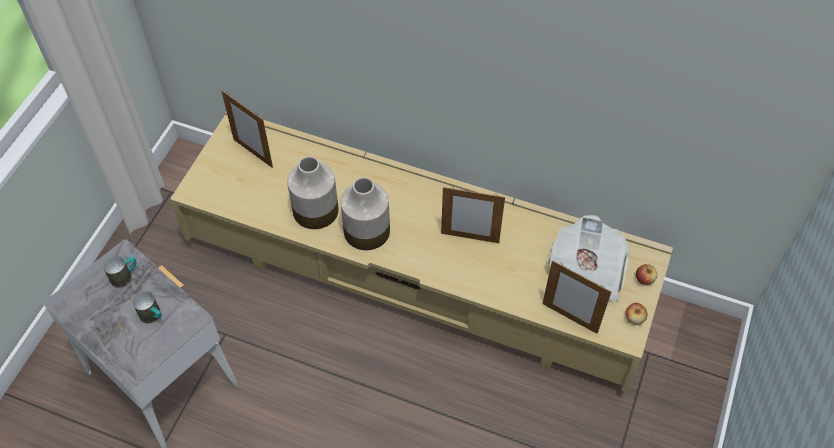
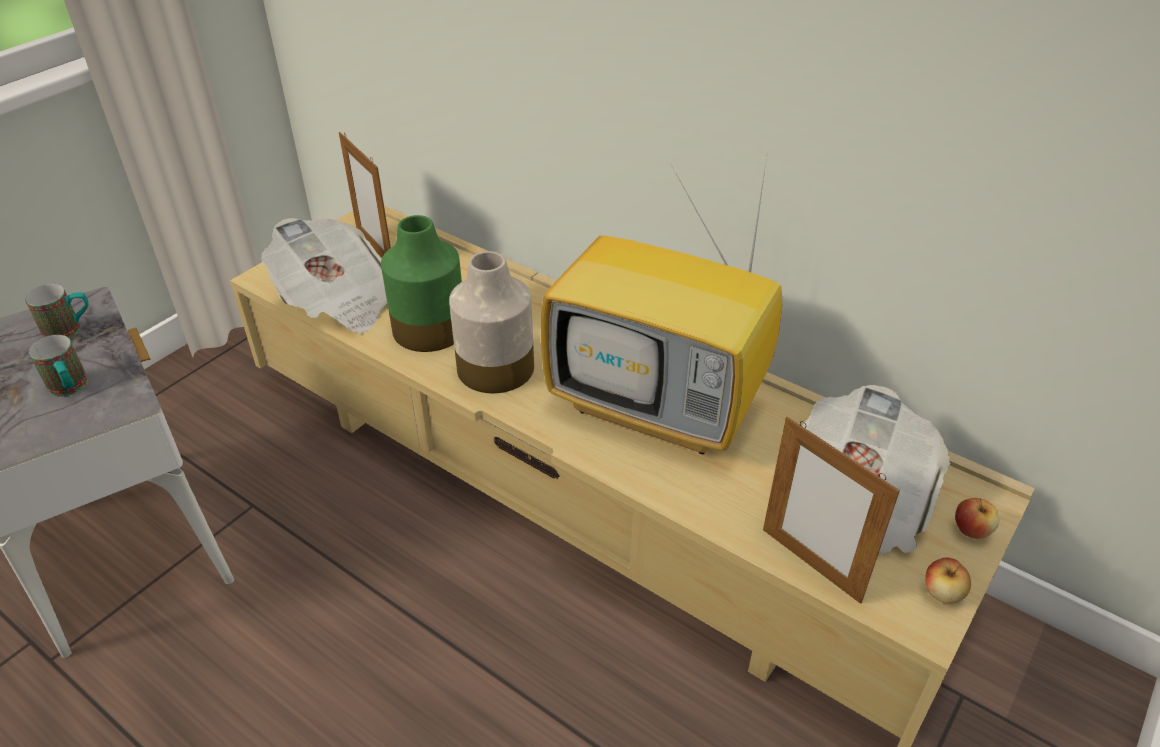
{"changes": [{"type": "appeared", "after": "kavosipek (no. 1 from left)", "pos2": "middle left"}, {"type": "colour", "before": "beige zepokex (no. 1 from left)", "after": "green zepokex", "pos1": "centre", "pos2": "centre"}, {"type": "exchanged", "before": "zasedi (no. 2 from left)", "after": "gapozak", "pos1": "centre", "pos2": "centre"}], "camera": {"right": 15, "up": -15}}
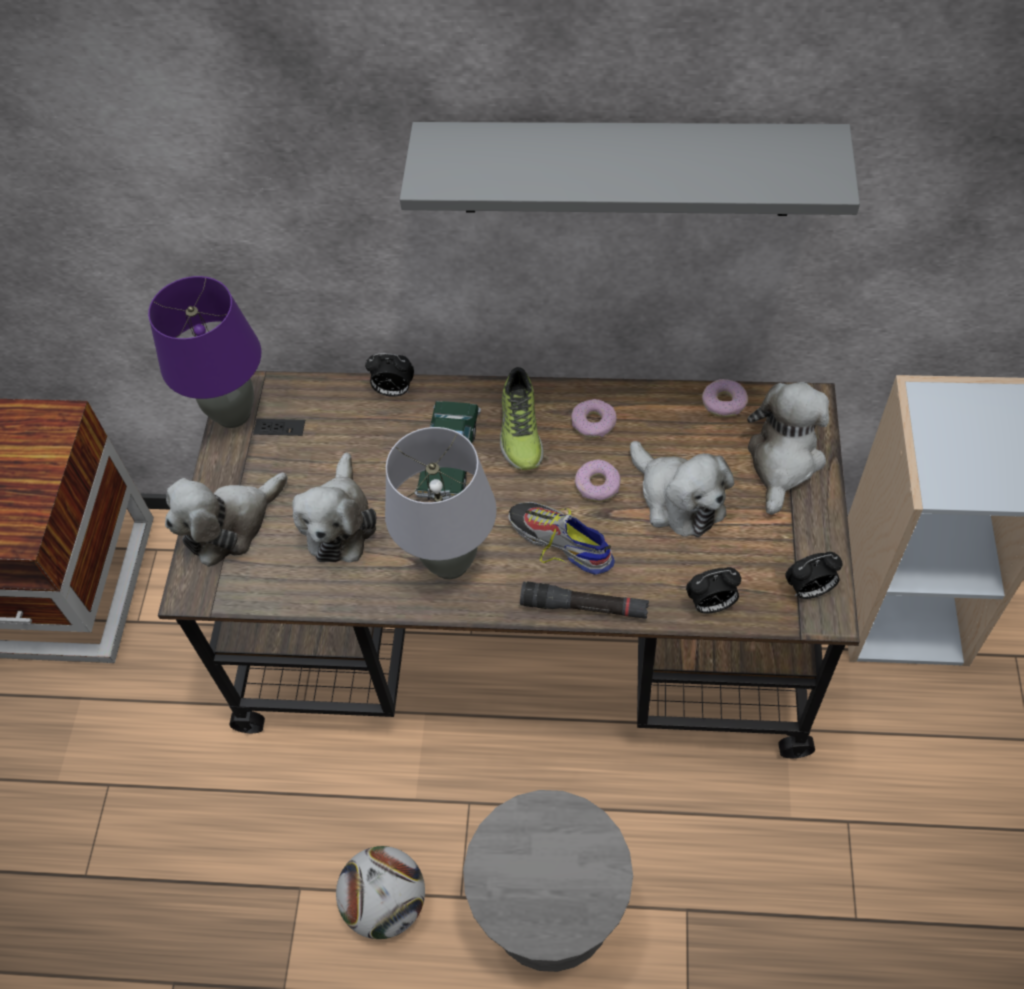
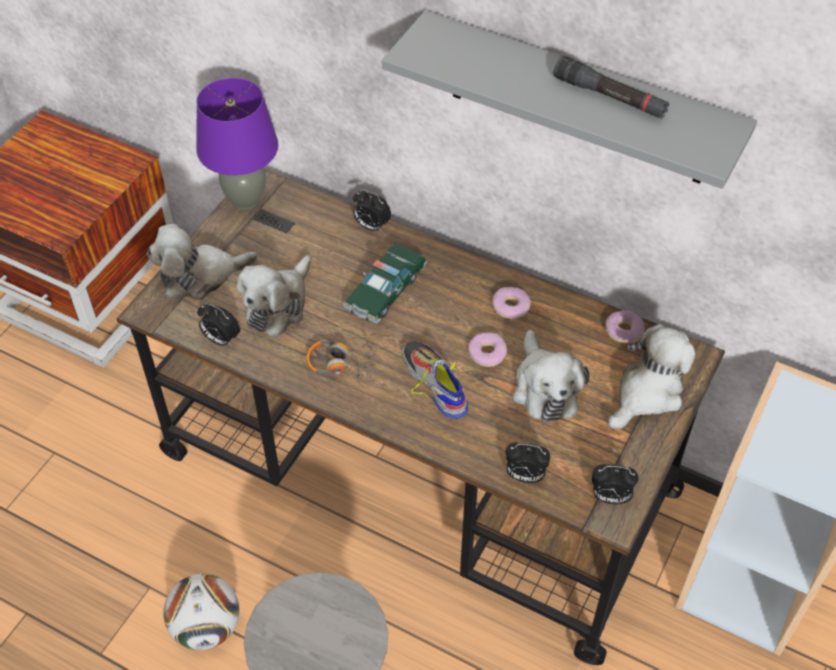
{"changes": [{"type": "appeared", "after": "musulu (no. 1 from left)", "pos2": "middle left"}, {"type": "exchanged", "before": "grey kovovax", "after": "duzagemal", "pos1": "centre", "pos2": "centre"}, {"type": "relocated", "before": "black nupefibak", "pos1": "centre", "pos2": "top right"}, {"type": "missing", "before": "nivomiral (no. 1 from left)", "pos1": "centre"}], "camera": {"right": 20, "up": -5}}
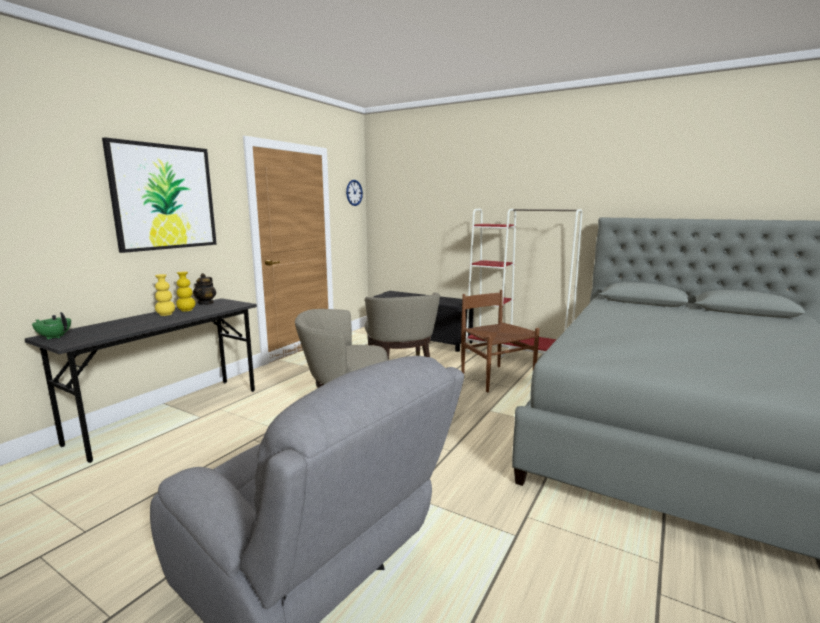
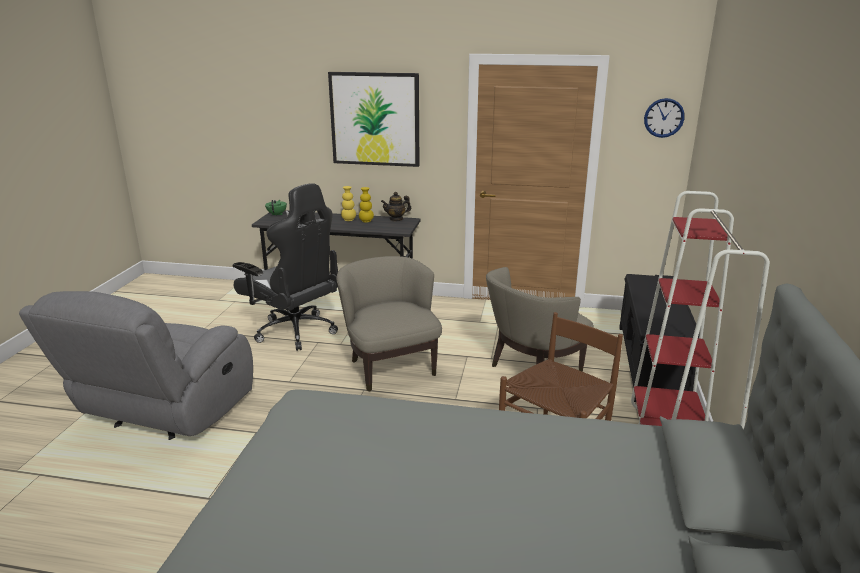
{"changes": [{"type": "appeared", "after": "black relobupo", "pos2": "middle left"}], "camera": {"right": 70, "up": 10}}
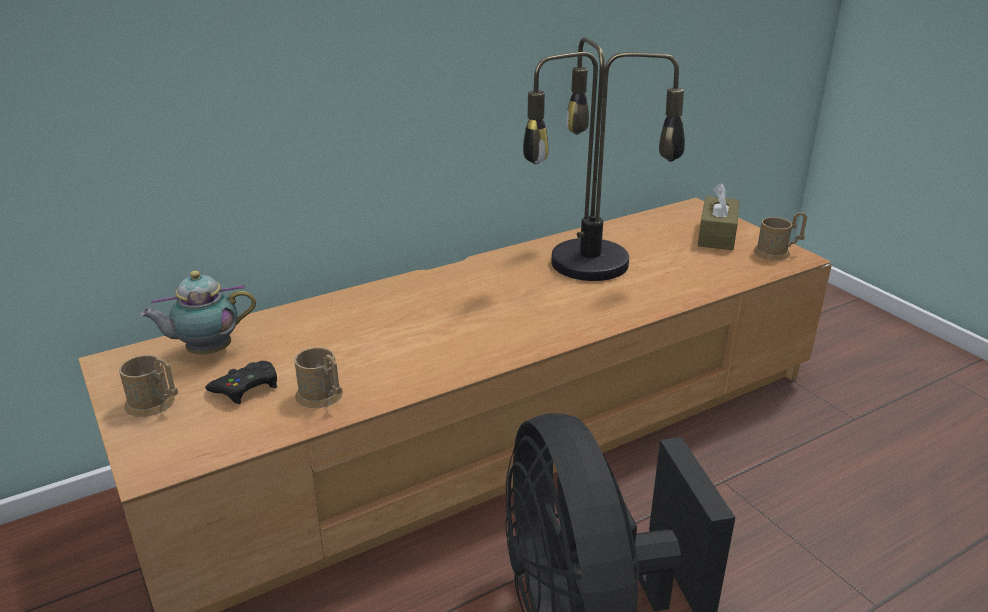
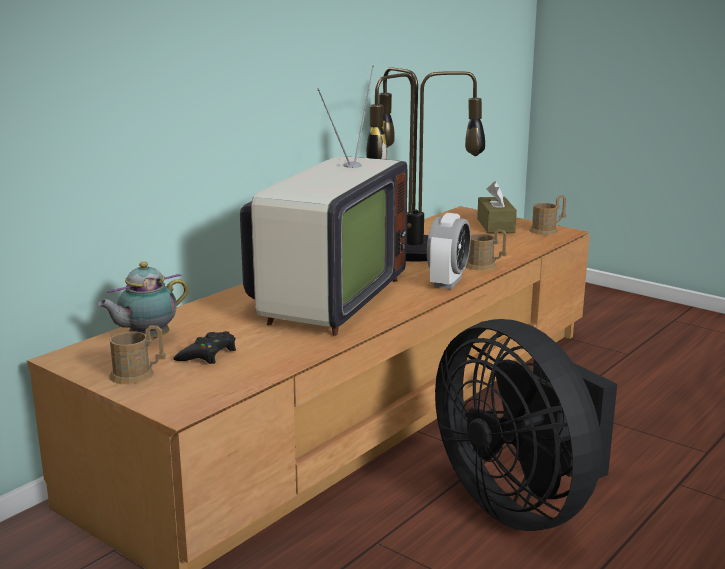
{"changes": [{"type": "appeared", "after": "gapozak", "pos2": "centre"}, {"type": "appeared", "after": "musulu", "pos2": "centre"}, {"type": "relocated", "before": "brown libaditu (no. 2 from left)", "pos1": "middle left", "pos2": "middle right"}], "camera": {"right": -20, "up": -10}}
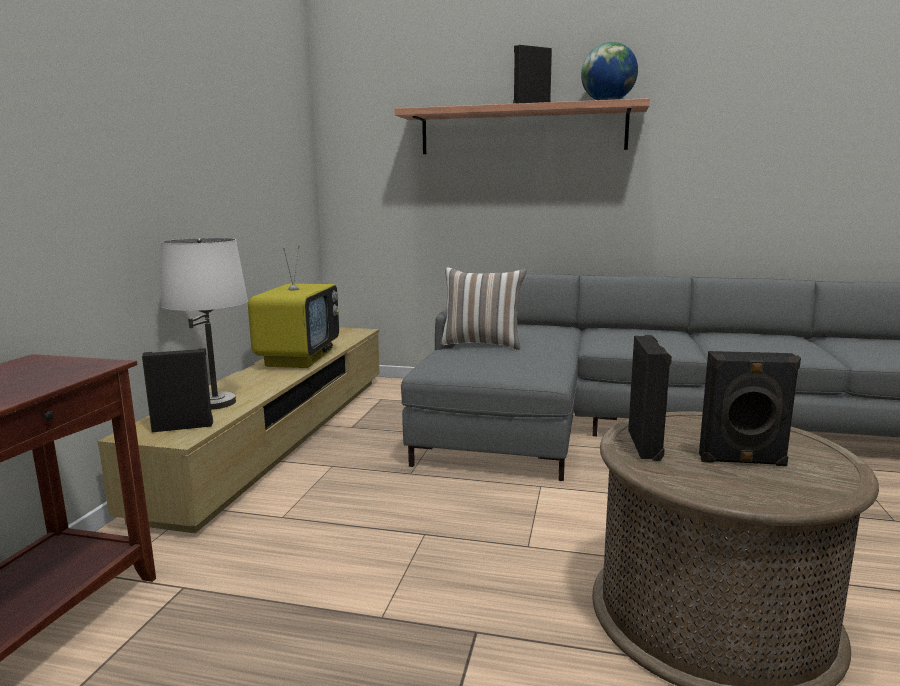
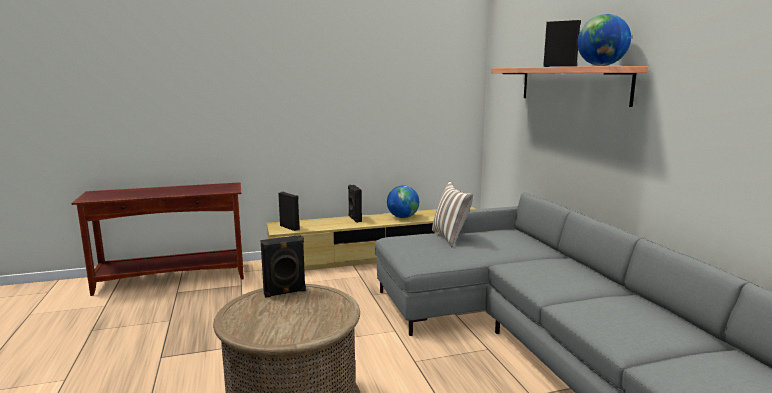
{"changes": [{"type": "relocated", "before": "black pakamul (no. 4 from left in the first image)", "after": "black pakamul (no. 3 from left)", "pos1": "middle right", "pos2": "centre"}, {"type": "exchanged", "before": "gapozak", "after": "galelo (no. 1 from left)", "pos1": "middle left", "pos2": "centre"}, {"type": "missing", "before": "white kovovax", "pos1": "middle left"}], "camera": {"right": 60, "up": 0}}
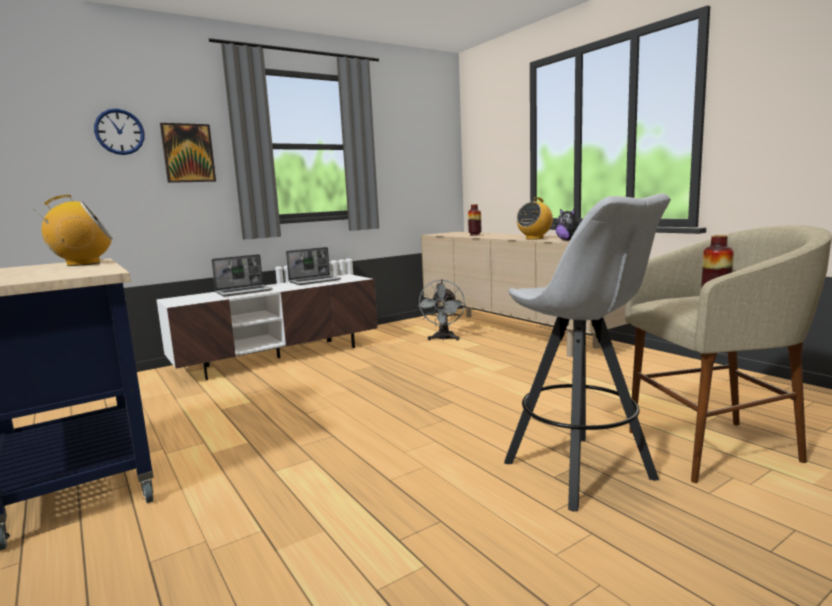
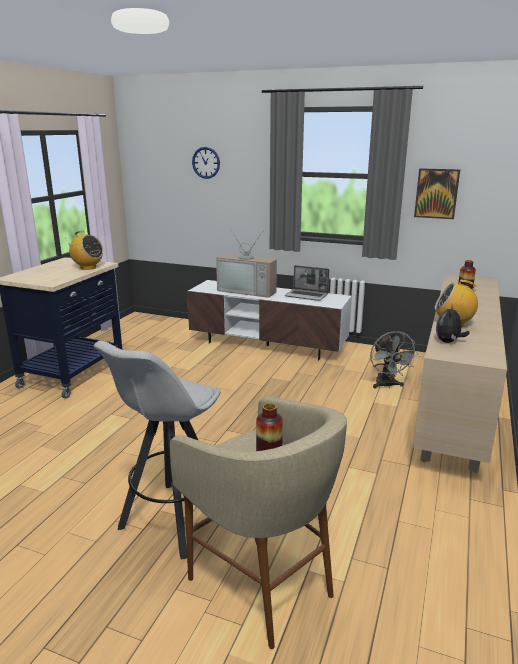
{"changes": [{"type": "exchanged", "before": "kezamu (no. 1 from left)", "after": "gapozak", "pos1": "middle left", "pos2": "centre"}, {"type": "spun", "before": "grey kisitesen", "pos1": "centre", "pos2": "middle right", "turn": -75}, {"type": "relocated", "before": "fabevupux", "pos1": "top left", "pos2": "top right"}], "camera": {"right": 55, "up": 10}}
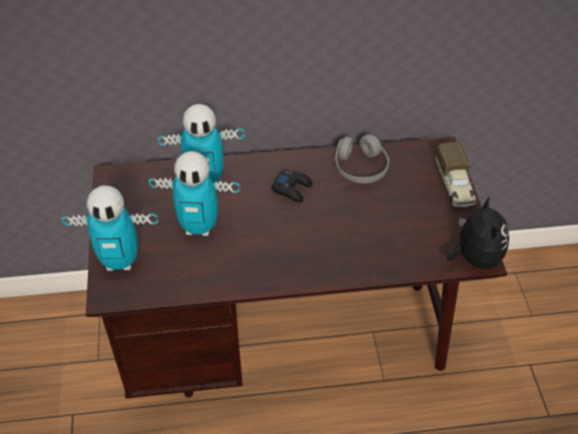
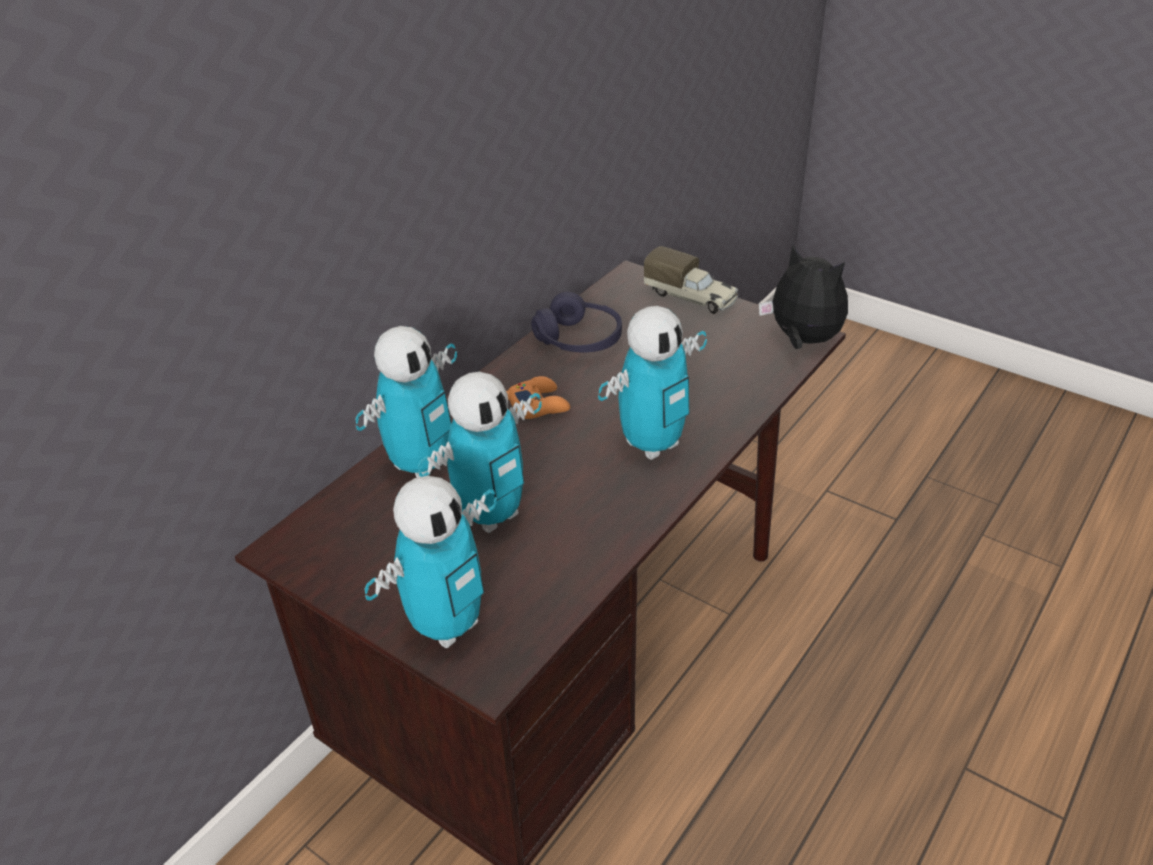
{"changes": [{"type": "colour", "before": "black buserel", "after": "orange buserel", "pos1": "centre", "pos2": "centre"}, {"type": "colour", "before": "grey duzagemal", "after": "purple duzagemal", "pos1": "centre", "pos2": "centre"}, {"type": "appeared", "after": "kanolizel (no. 4 from left)", "pos2": "centre"}], "camera": {"right": -45, "up": -10}}
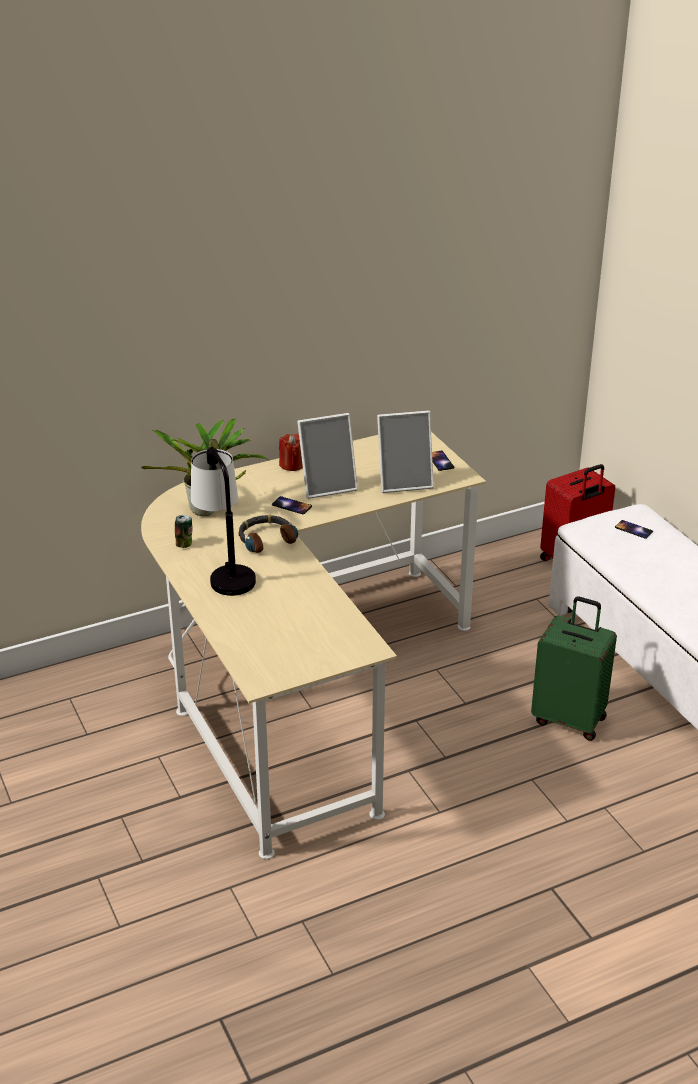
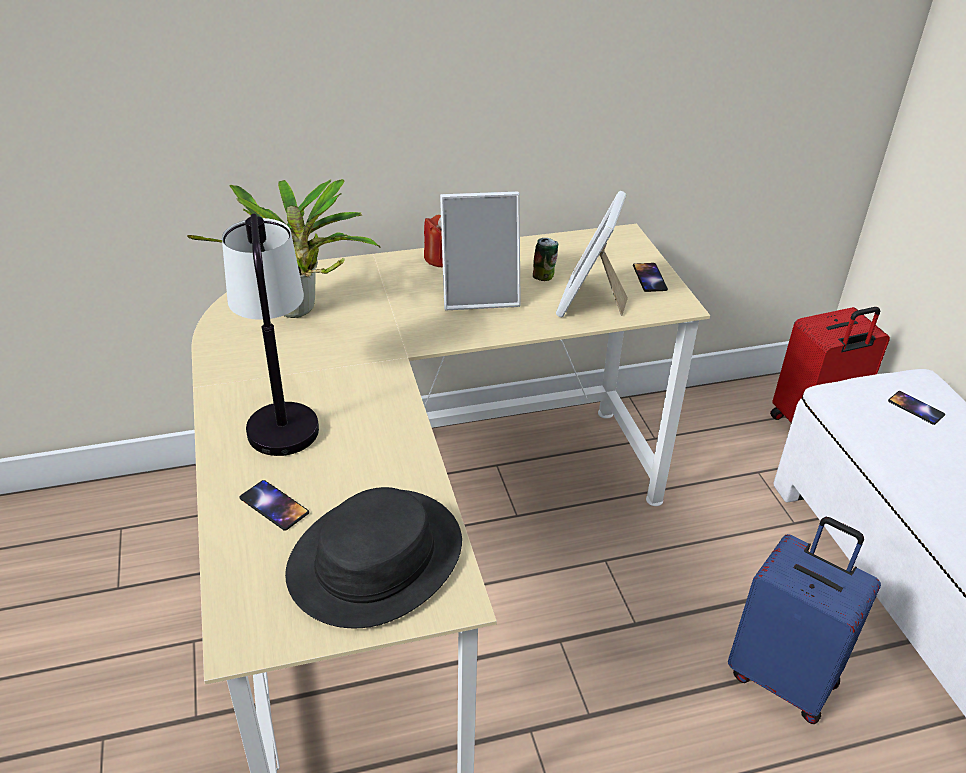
{"changes": [{"type": "relocated", "before": "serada (no. 1 from left)", "pos1": "centre", "pos2": "middle left"}, {"type": "appeared", "after": "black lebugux", "pos2": "bottom centre"}, {"type": "relocated", "before": "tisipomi", "pos1": "middle left", "pos2": "centre"}, {"type": "spun", "before": "zasedi (no. 2 from left)", "pos1": "centre", "pos2": "top centre", "turn": 105}, {"type": "colour", "before": "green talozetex", "after": "blue talozetex", "pos1": "middle right", "pos2": "bottom right"}, {"type": "missing", "before": "duzagemal", "pos1": "centre"}], "camera": {"right": 10, "up": 5}}
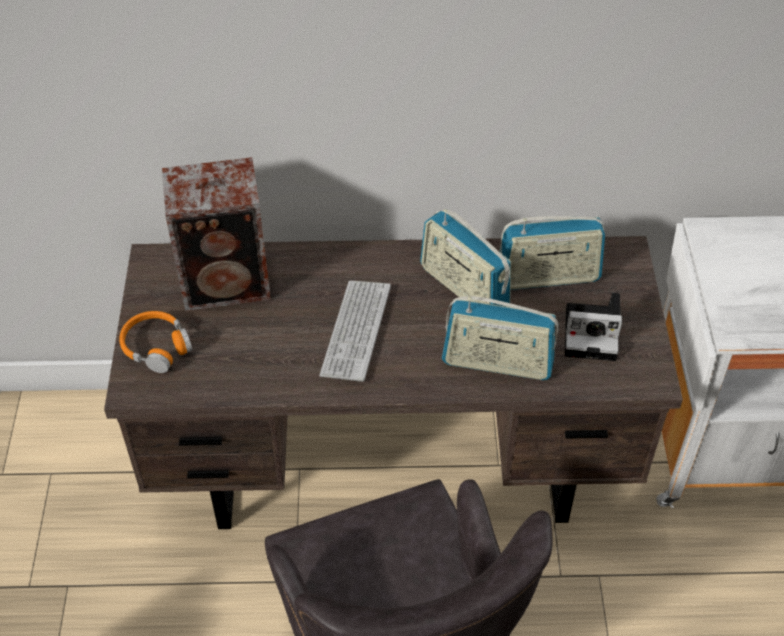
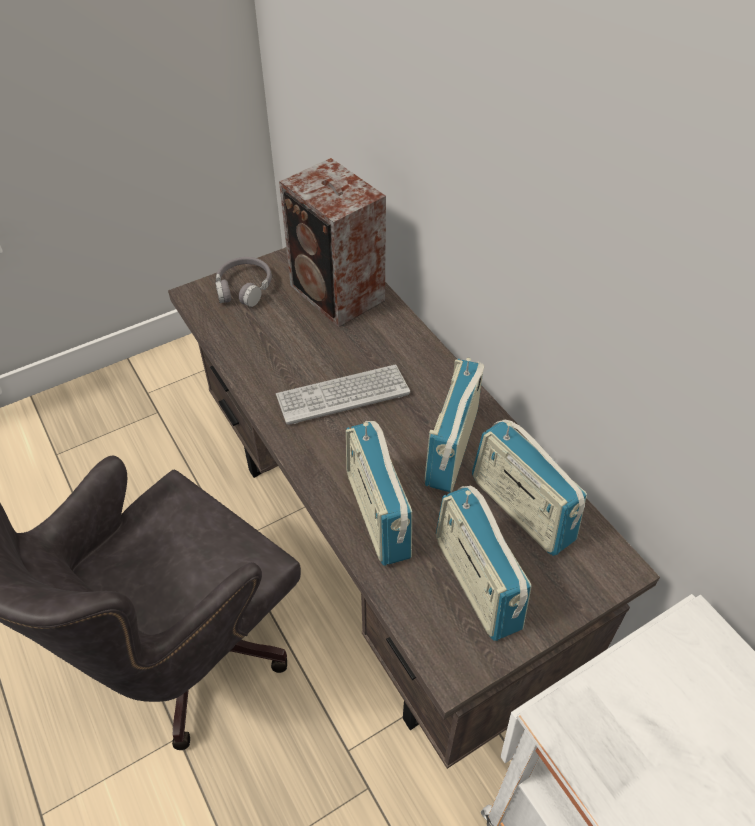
{"changes": [{"type": "colour", "before": "orange duzagemal", "after": "grey duzagemal", "pos1": "middle left", "pos2": "middle left"}, {"type": "exchanged", "before": "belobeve", "after": "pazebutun (no. 3 from left)", "pos1": "middle right", "pos2": "bottom centre"}], "camera": {"right": 60, "up": 0}}
